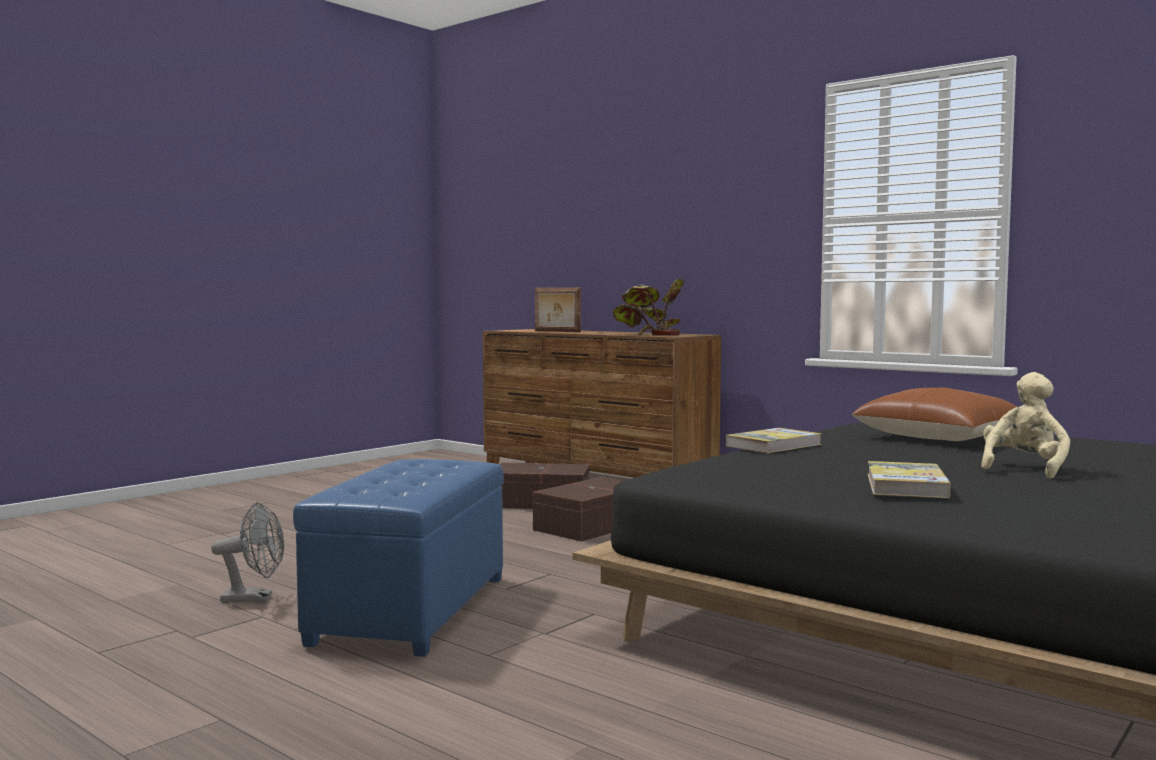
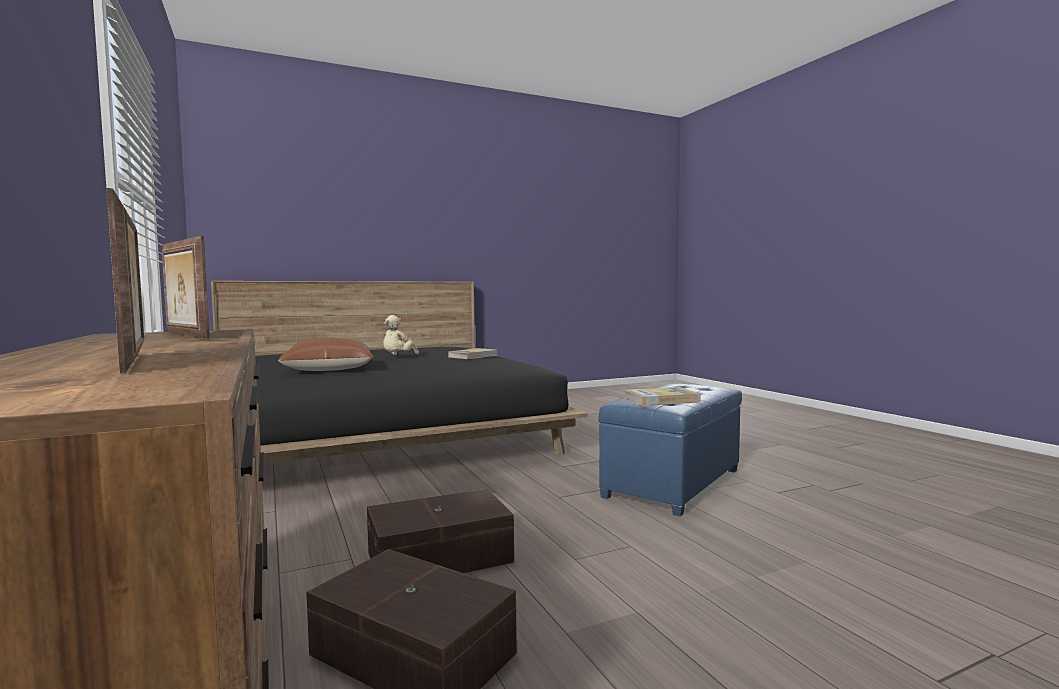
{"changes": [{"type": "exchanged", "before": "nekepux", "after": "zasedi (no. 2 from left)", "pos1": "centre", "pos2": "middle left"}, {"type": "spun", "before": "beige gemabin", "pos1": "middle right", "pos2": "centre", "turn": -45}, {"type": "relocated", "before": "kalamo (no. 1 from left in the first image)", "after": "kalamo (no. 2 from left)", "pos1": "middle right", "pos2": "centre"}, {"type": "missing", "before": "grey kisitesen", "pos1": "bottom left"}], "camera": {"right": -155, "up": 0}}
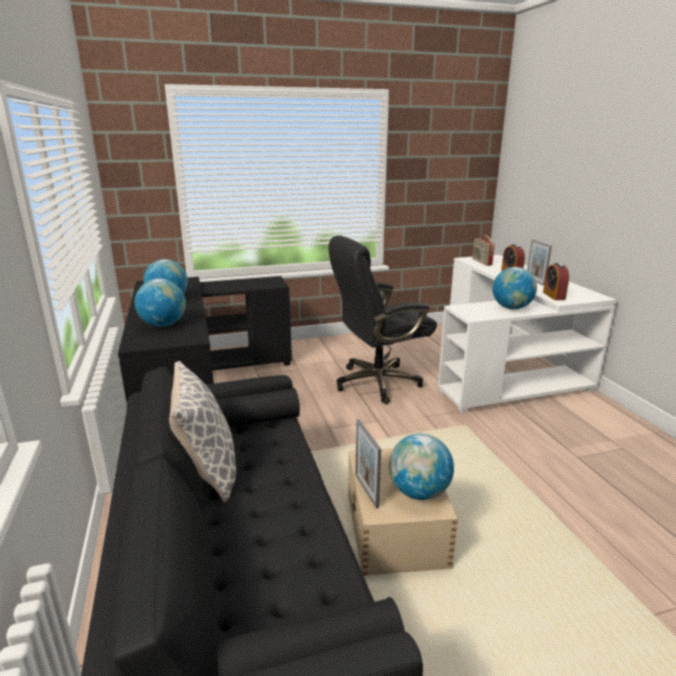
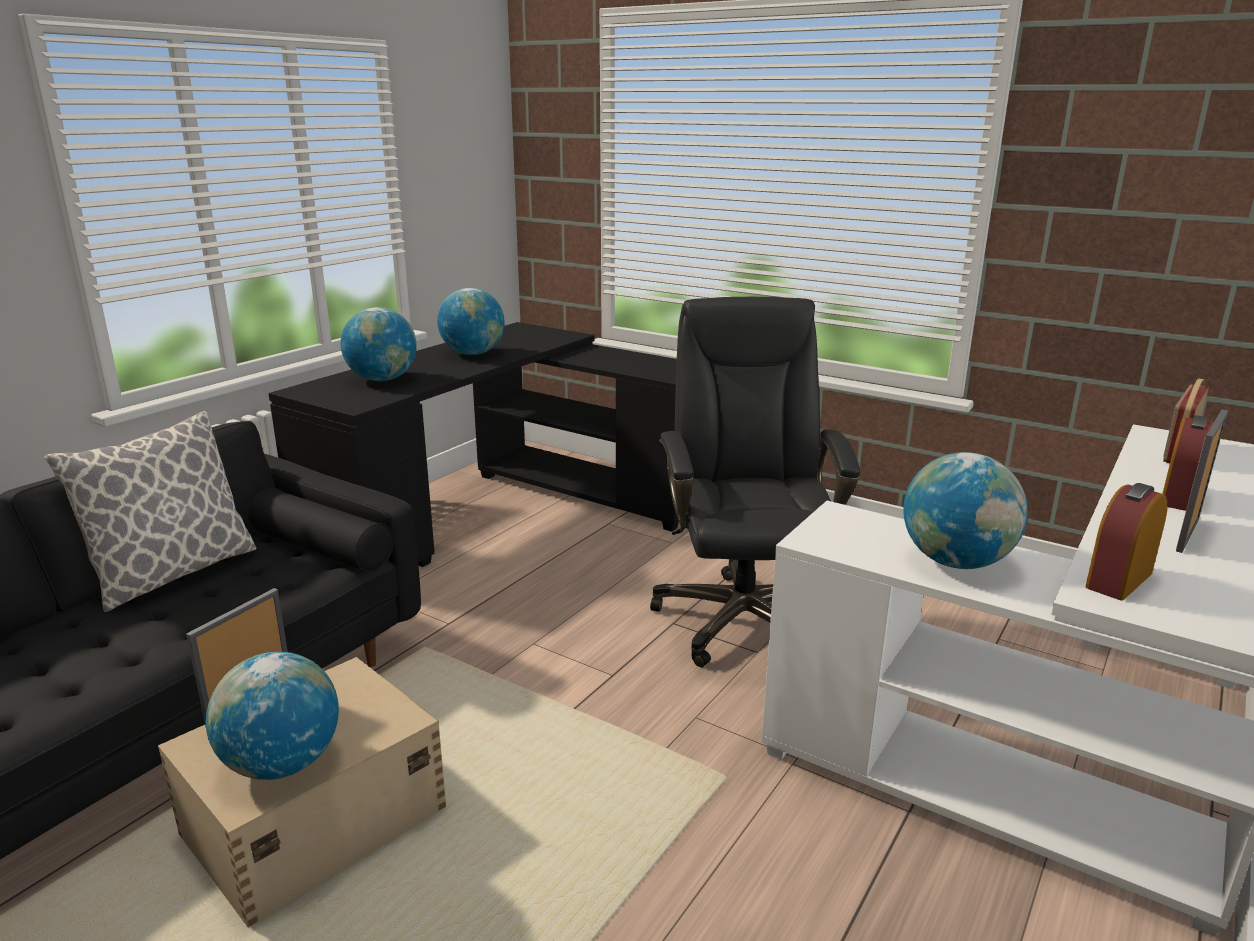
{"changes": [{"type": "spun", "before": "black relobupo", "pos1": "centre", "pos2": "centre", "turn": 60}], "camera": {"right": 50, "up": 0}}
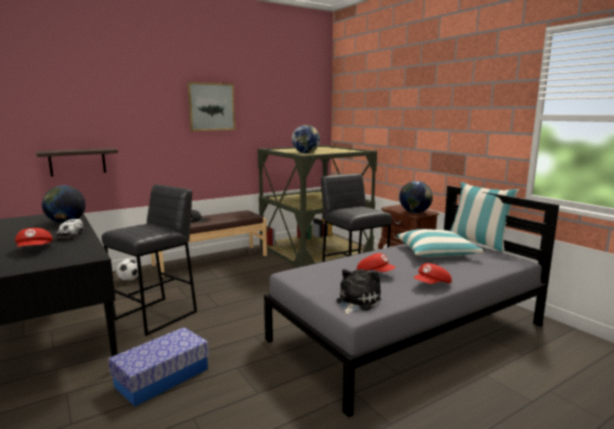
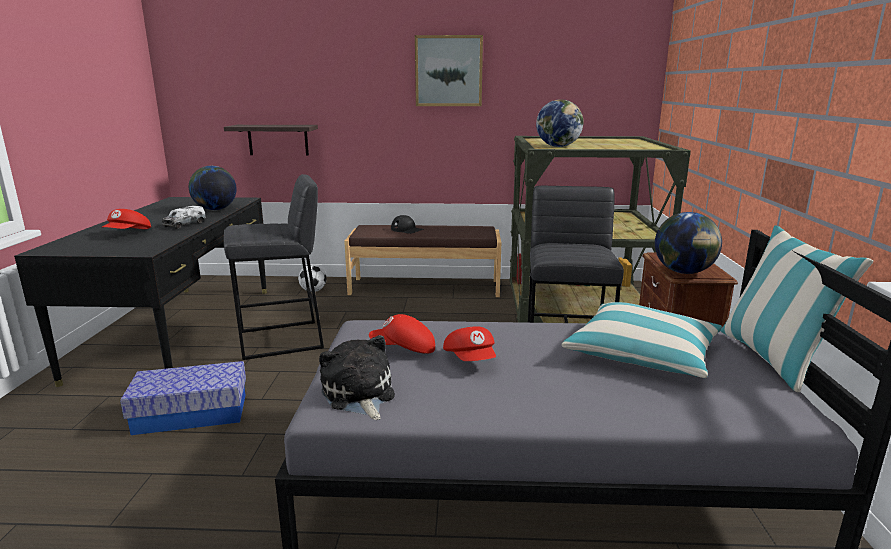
{"changes": [{"type": "spun", "before": "gemabin", "pos1": "bottom centre", "pos2": "bottom centre", "turn": -90}, {"type": "relocated", "before": "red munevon (no. 3 from left in the first image)", "after": "red munevon (no. 2 from left)", "pos1": "middle right", "pos2": "centre"}], "camera": {"right": 35, "up": 5}}
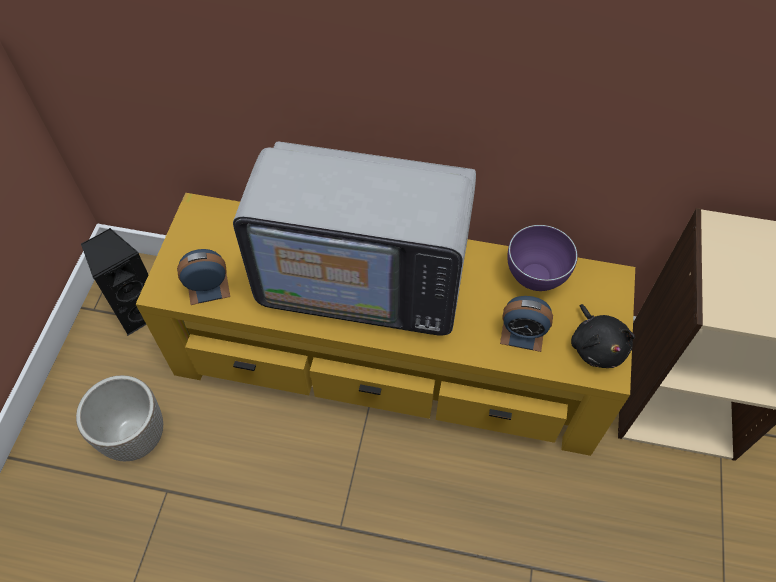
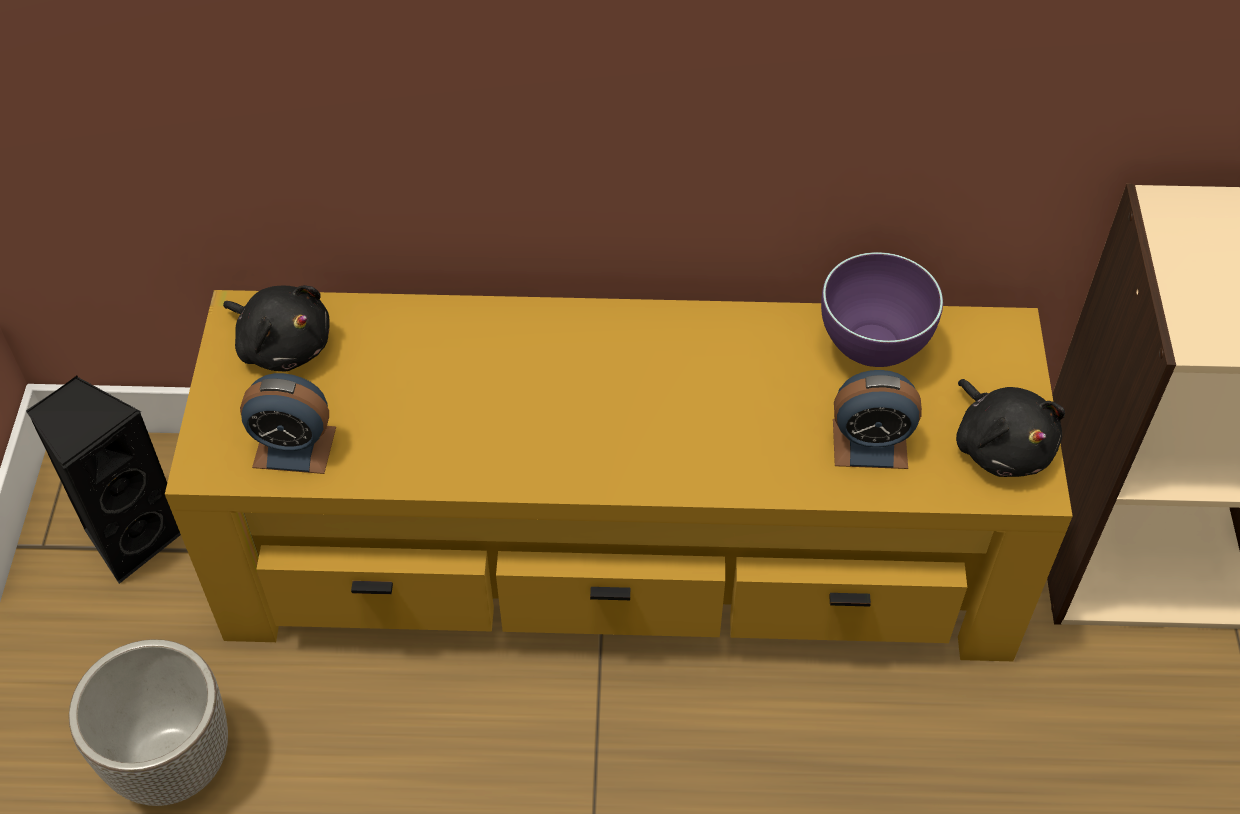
{"changes": [{"type": "appeared", "after": "black gemabin (no. 1 from left)", "pos2": "middle left"}, {"type": "spun", "before": "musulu (no. 1 from left)", "pos1": "middle left", "pos2": "middle left", "turn": -150}, {"type": "missing", "before": "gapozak", "pos1": "centre"}], "camera": {"right": -10, "up": -5}}
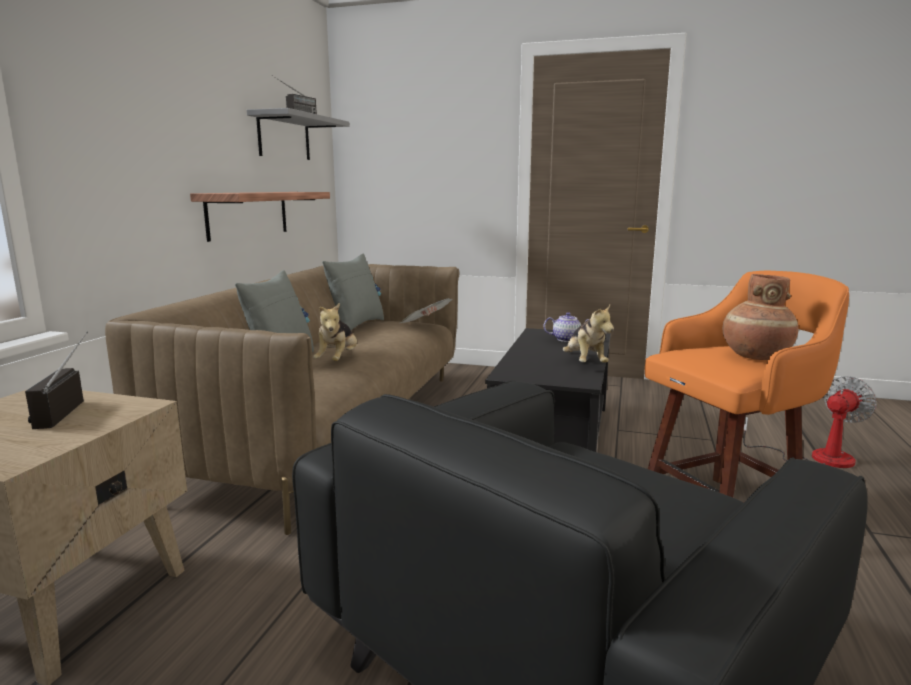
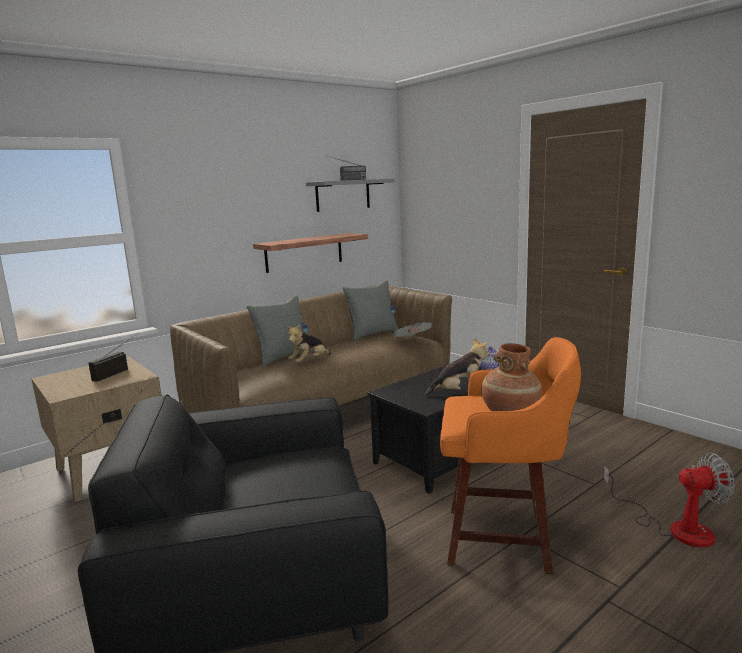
{"changes": [{"type": "spun", "before": "gemabin (no. 2 from left)", "pos1": "centre", "pos2": "centre", "turn": -120}], "camera": {"right": 35, "up": 0}}
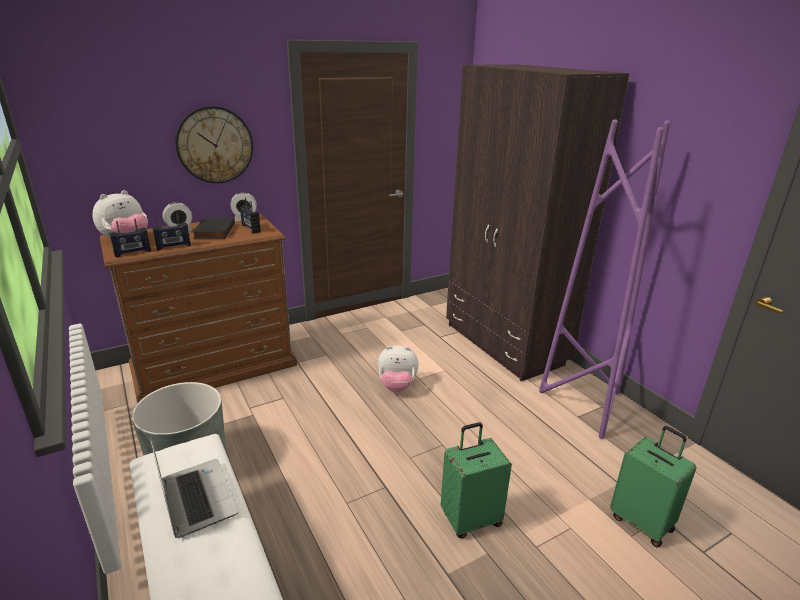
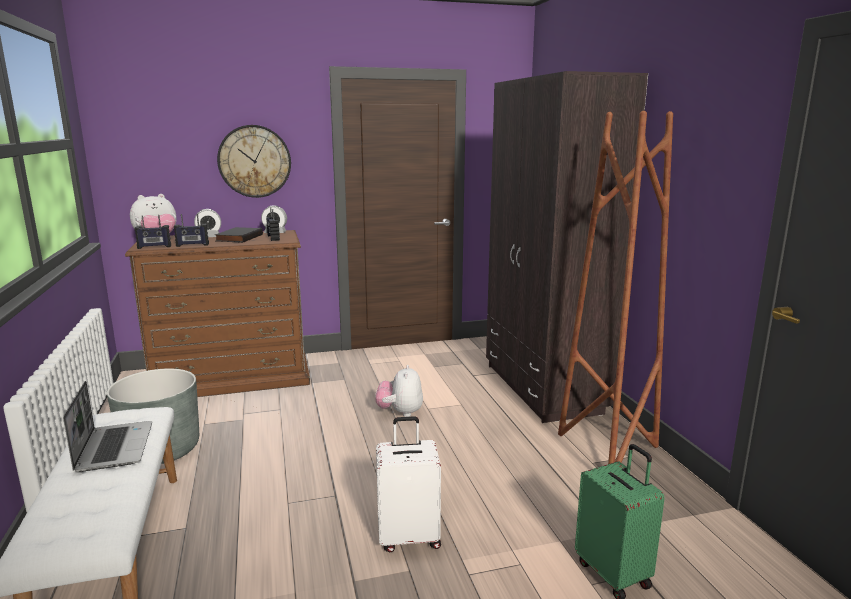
{"changes": [{"type": "spun", "before": "gemabin (no. 2 from left)", "pos1": "centre", "pos2": "centre", "turn": 75}, {"type": "colour", "before": "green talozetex (no. 1 from left)", "after": "white talozetex", "pos1": "bottom centre", "pos2": "bottom centre"}, {"type": "colour", "before": "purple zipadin", "after": "brown zipadin", "pos1": "middle right", "pos2": "middle right"}], "camera": {"right": 15, "up": -10}}
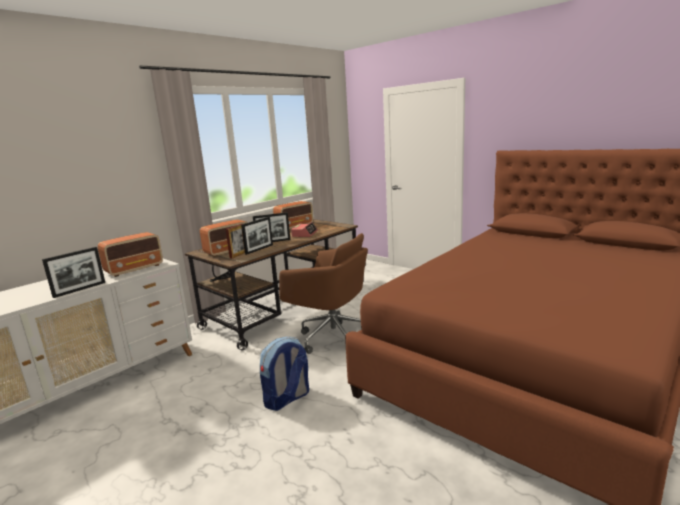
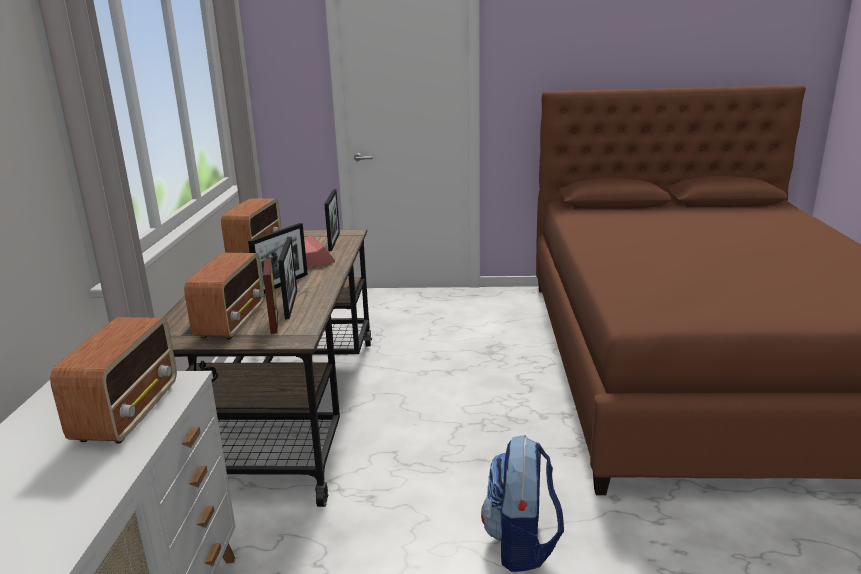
{"changes": [{"type": "relocated", "before": "zasedi (no. 1 from left in the first image)", "after": "zasedi (no. 4 from left)", "pos1": "middle left", "pos2": "centre"}, {"type": "missing", "before": "brown relobupo", "pos1": "centre"}], "camera": {"right": -40, "up": 5}}
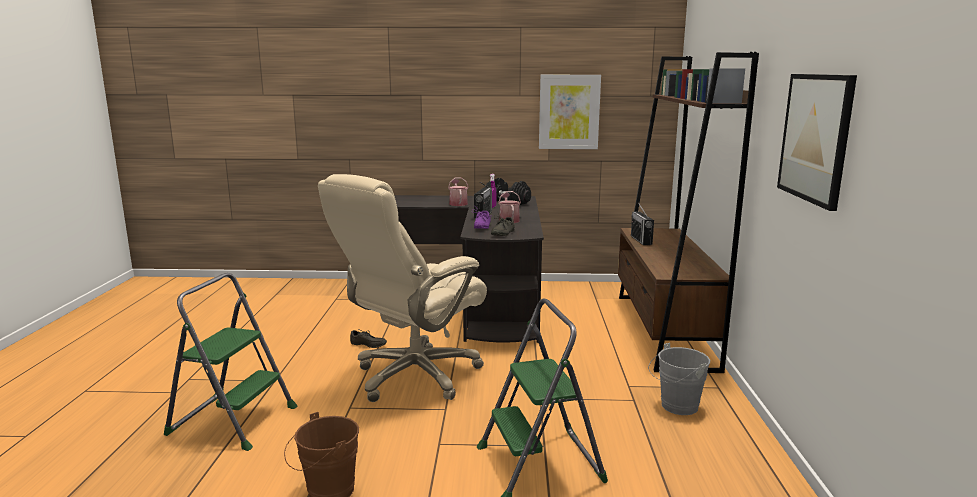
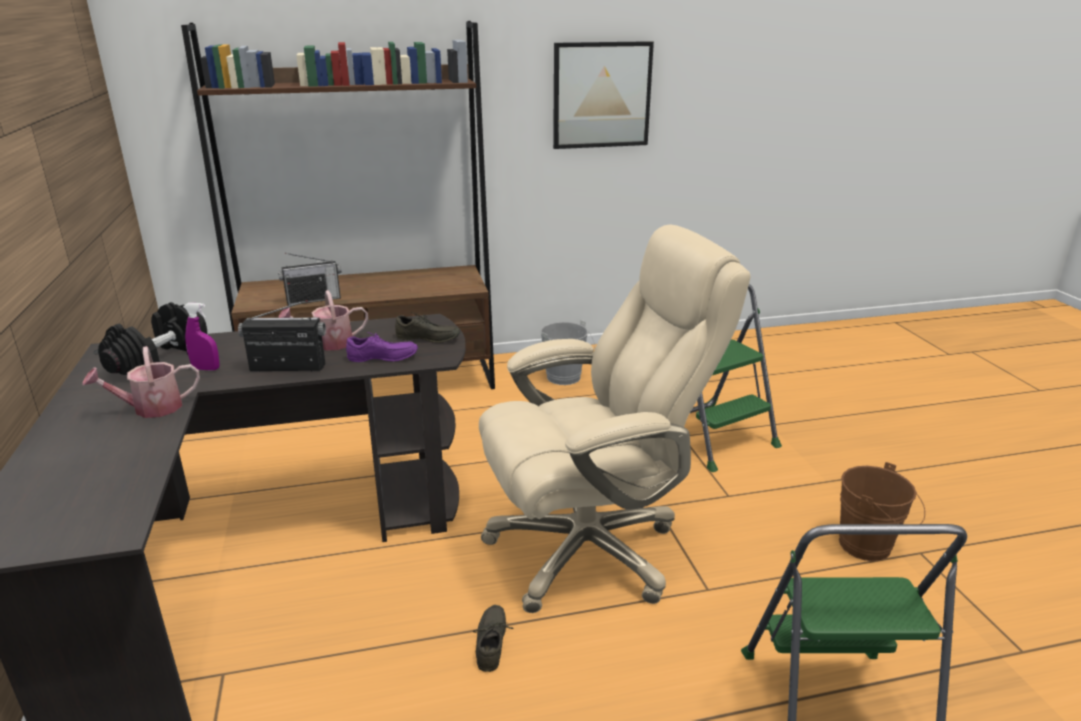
{"changes": [{"type": "spun", "before": "beige relobupo", "pos1": "centre", "pos2": "centre", "turn": -45}, {"type": "missing", "before": "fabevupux (no. 1 from left)", "pos1": "top centre"}], "camera": {"right": -105, "up": 10}}
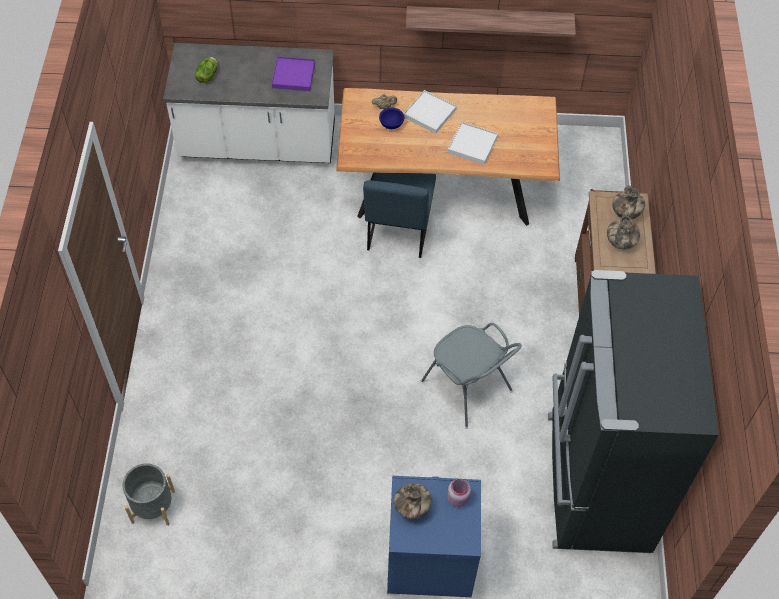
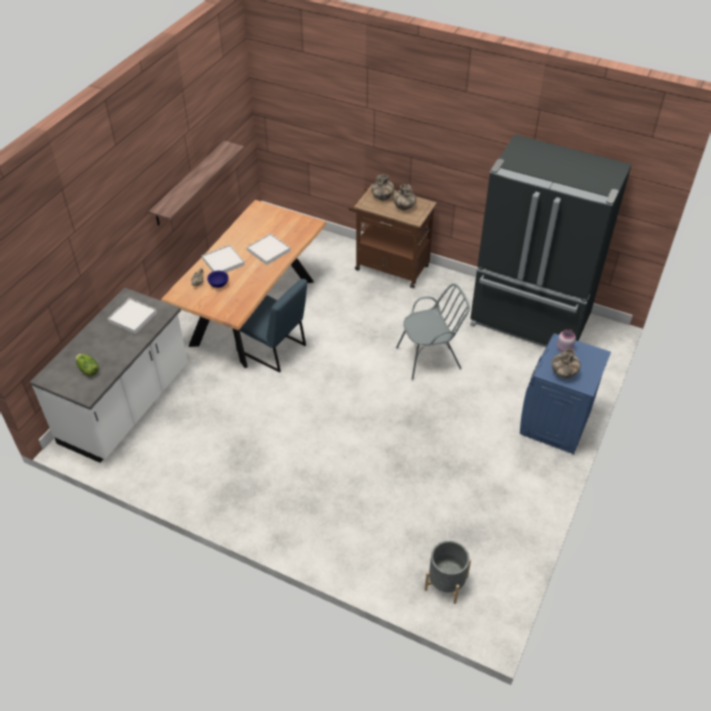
{"changes": [{"type": "colour", "before": "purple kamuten", "after": "white kamuten (no. 1 from left)", "pos1": "top centre", "pos2": "middle left"}], "camera": {"right": -65, "up": -10}}
